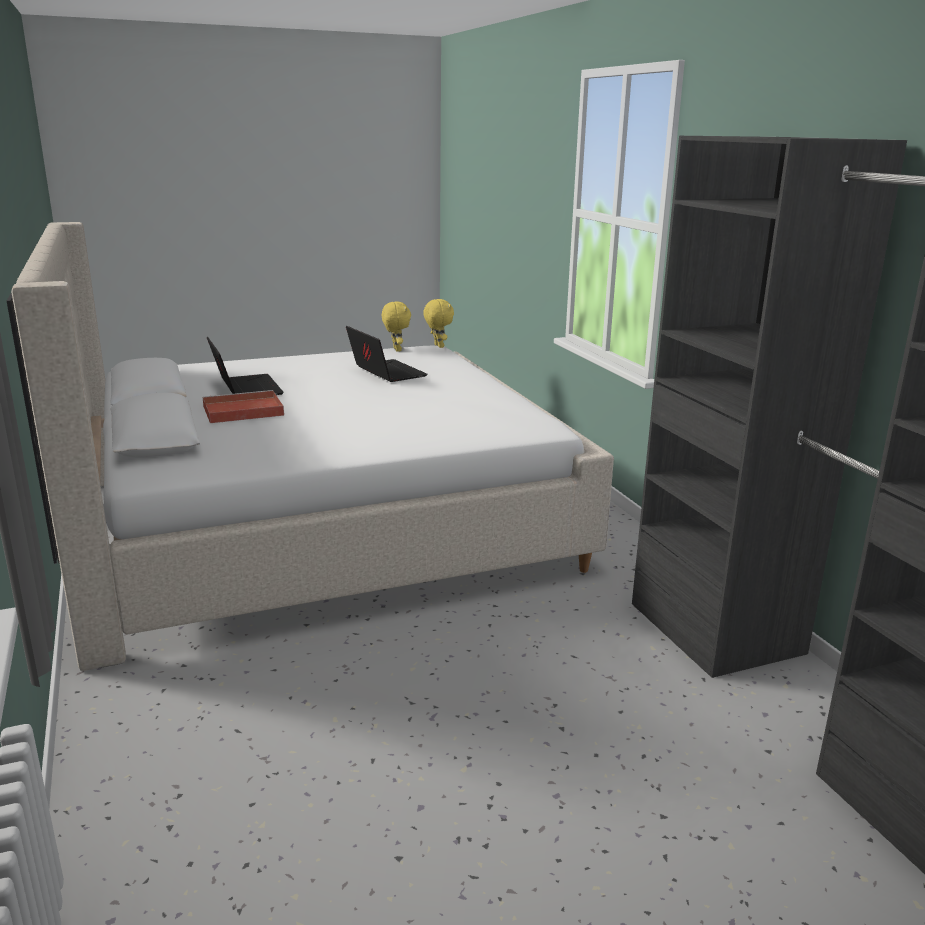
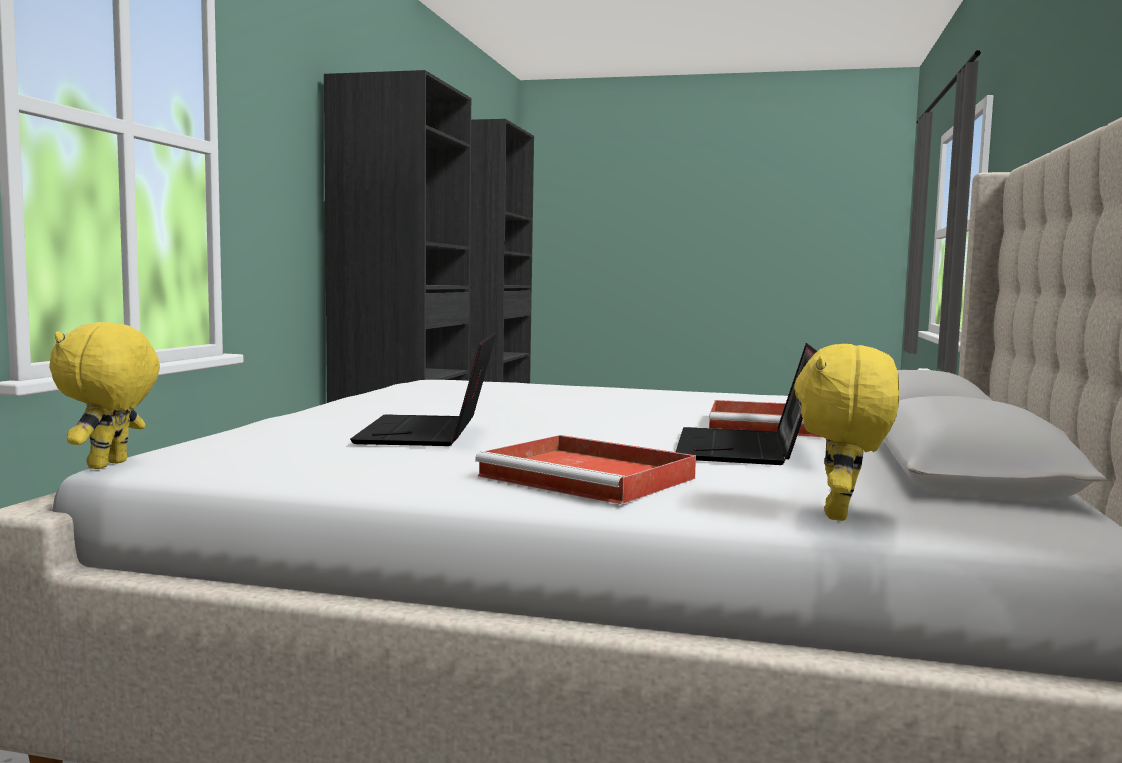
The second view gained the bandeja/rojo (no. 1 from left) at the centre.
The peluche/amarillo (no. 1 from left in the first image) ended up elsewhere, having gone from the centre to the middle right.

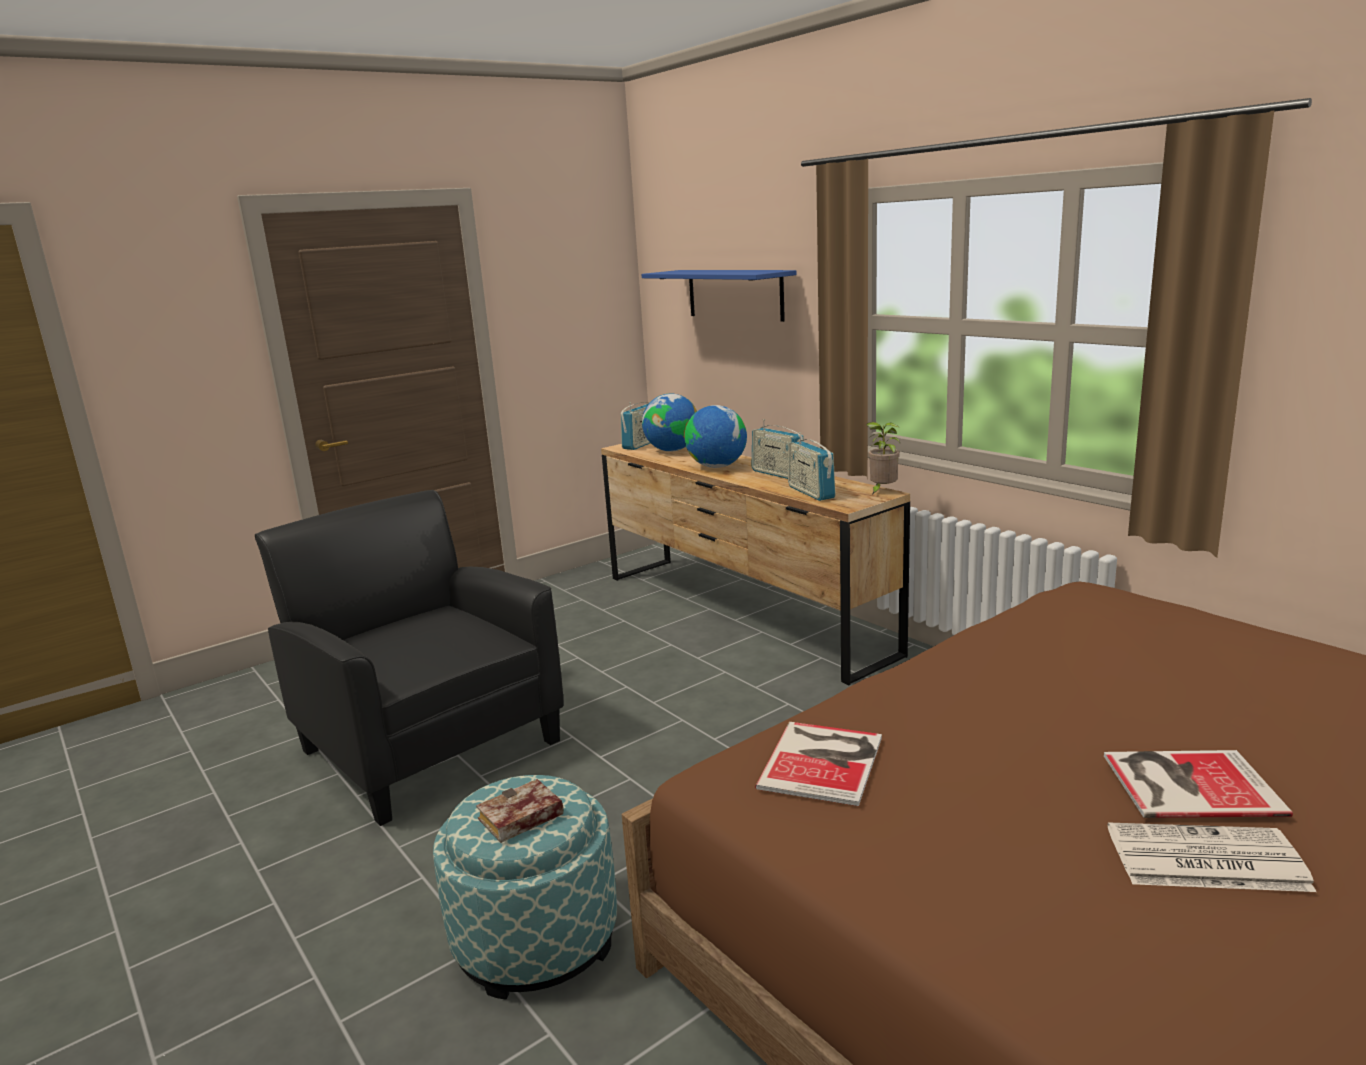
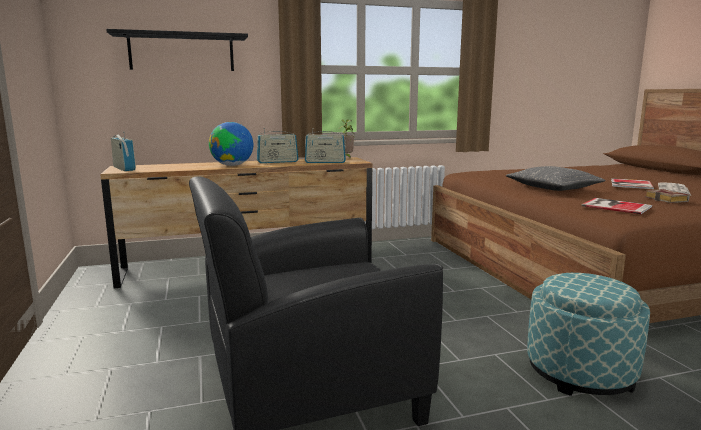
What was the estante/azul at the top centre turned into the estante/negro at the top left.
The second view gained the cojín/gris at the middle right.
The libro (no. 1 from left in the first image) ended up elsewhere, having gone from the bottom centre to the middle right.
The second view lost the globo terráqueo (no. 1 from left) at the centre.

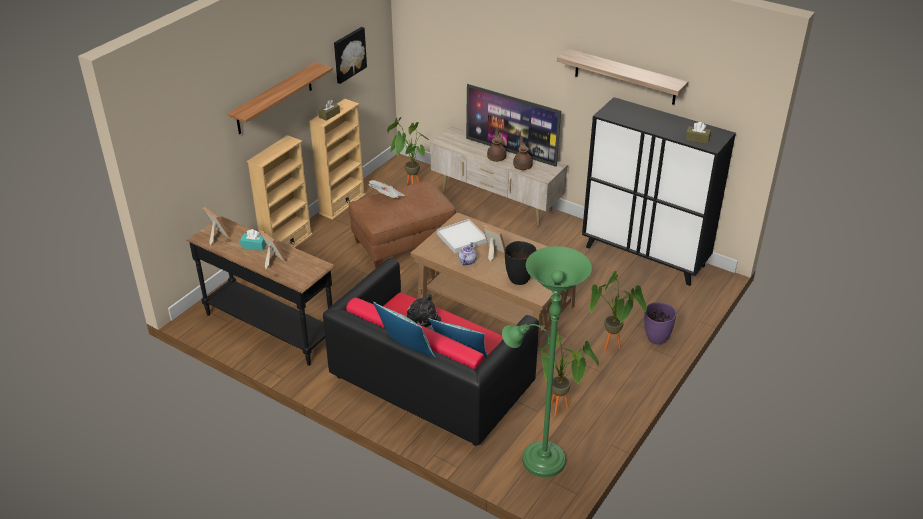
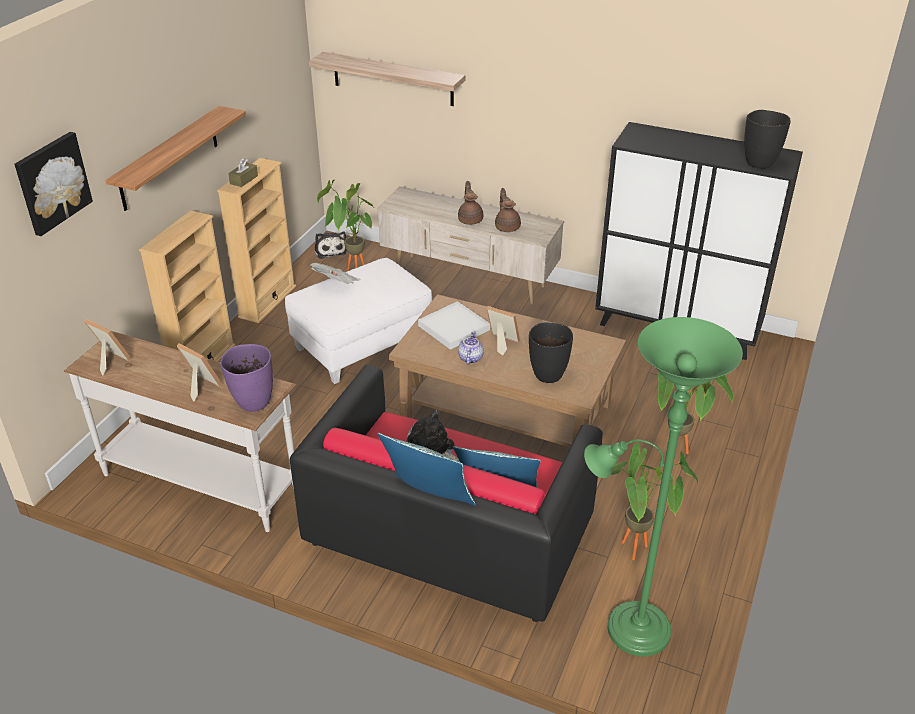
The cuadro ended up elsewhere, having gone from the top centre to the top left.
What was the mesa consola/negro at the middle left turned into the mesa consola/blanco at the middle left.
The florero/morado ended up elsewhere, having gone from the middle right to the middle left.
What was the puf/marrón at the centre turned into the puf/blanco at the centre.
The estante (no. 2 from left) ended up elsewhere, having gone from the top right to the top centre.
The second view gained the peluche (no. 1 from left) at the centre.
Where the caja de pañuelos/marrón (no. 2 from left) stood at the top right, the florero/negro (no. 2 from left) came to stand at the top right.
The second view lost the caja de pañuelos/turquesa at the middle left.
The second view lost the televisor at the top centre.

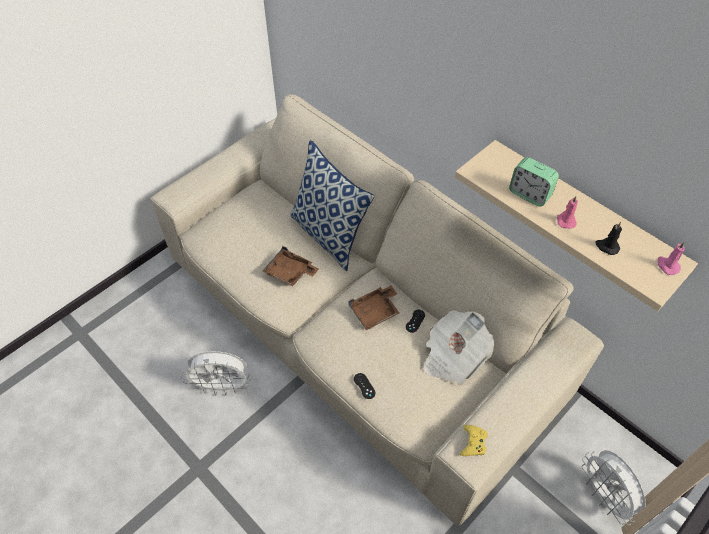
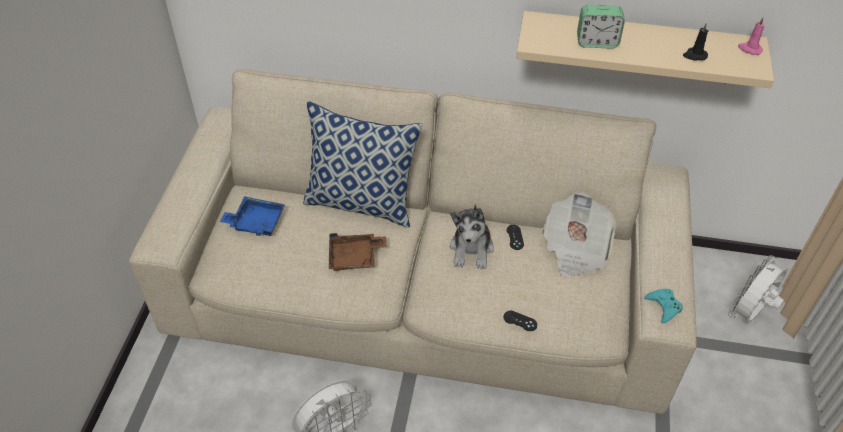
The second view gained the bandeja/azul at the middle left.
Where the bandeja/marrón (no. 2 from left) stood at the centre, the peluche came to stand at the centre.
What was the mando de consola/amarillo at the bottom right turned into the mando de consola/turquesa at the bottom right.
The ventilador/blanco (no. 2 from left) at the bottom right ended up facing another way, 105 degrees clockwise from before.
The second view lost the vela/rosa (no. 1 from left) at the middle right.

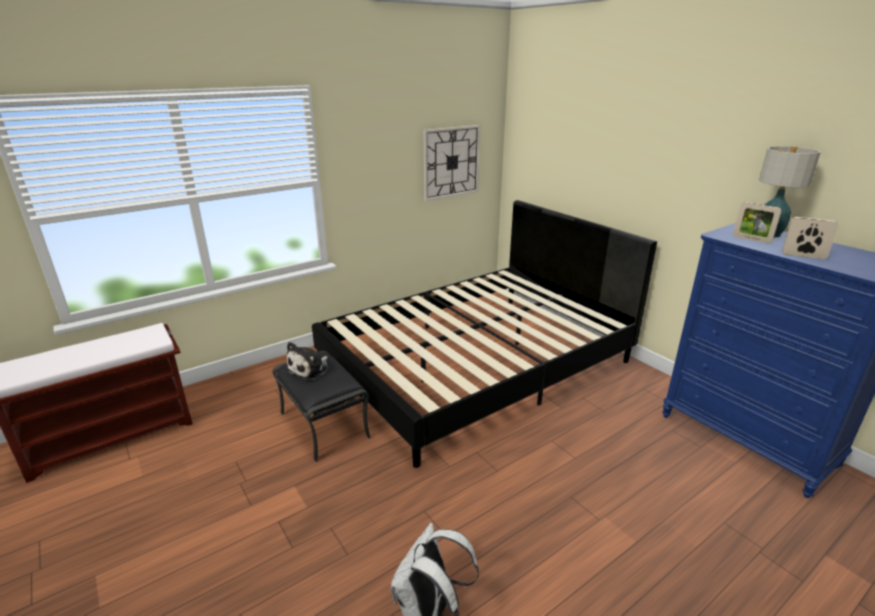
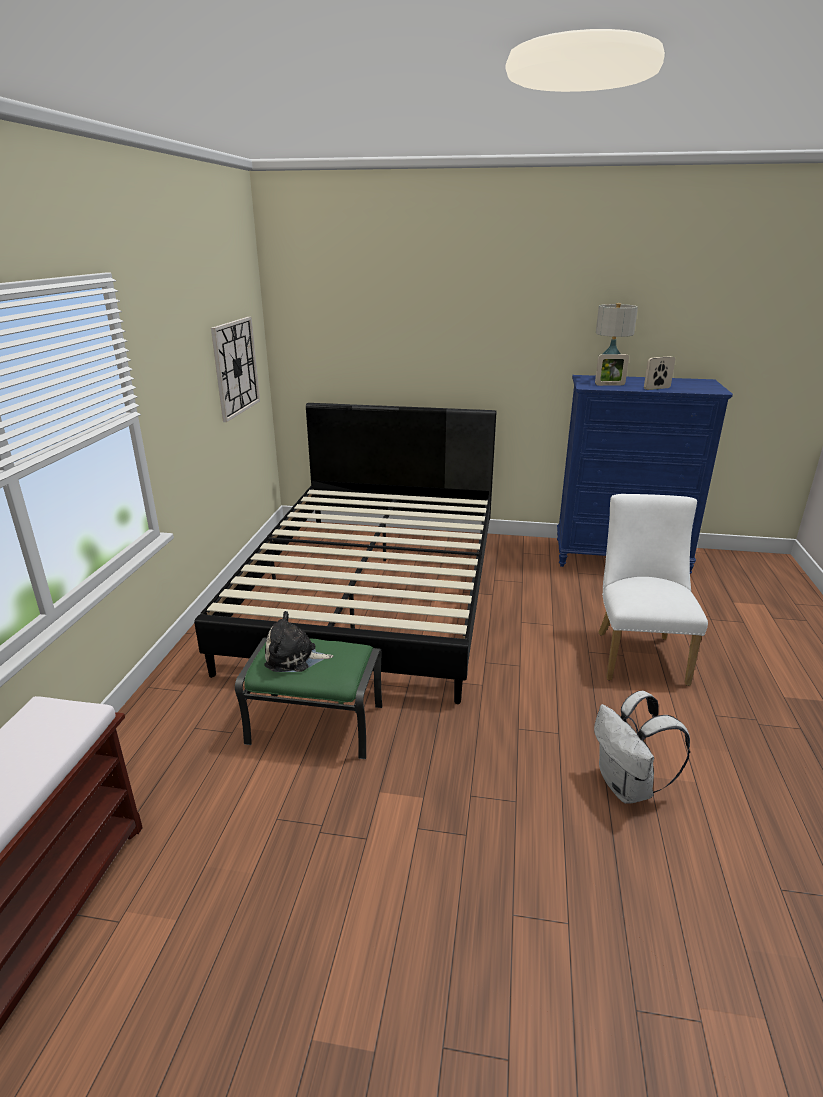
What was the puf/negro at the centre turned into the puf/verde at the centre.
The peluche at the centre ended up facing another way, 105 degrees clockwise from before.
The second view gained the silla/blanco at the middle right.

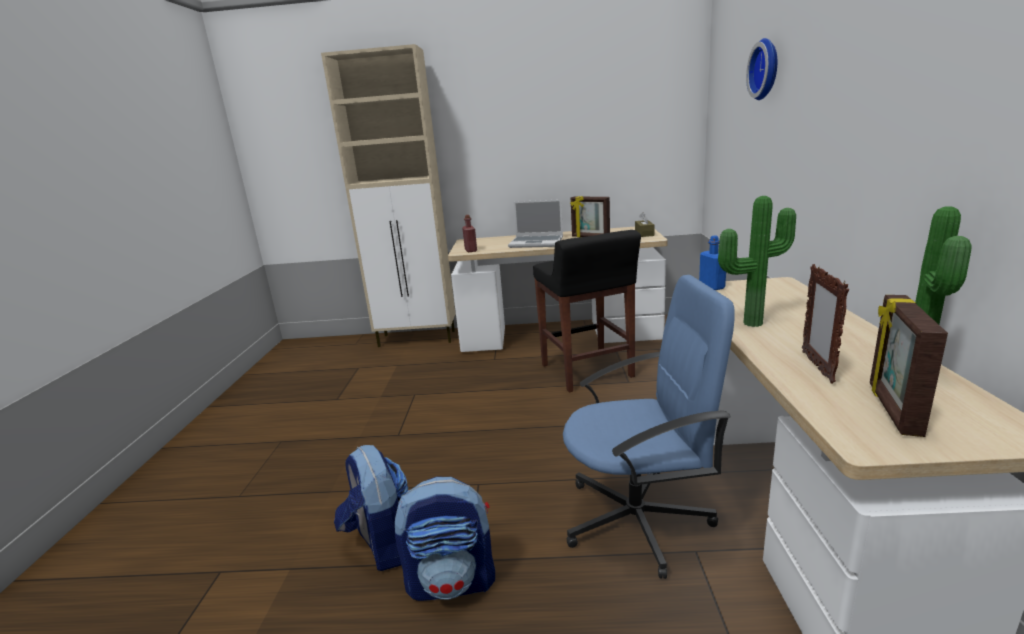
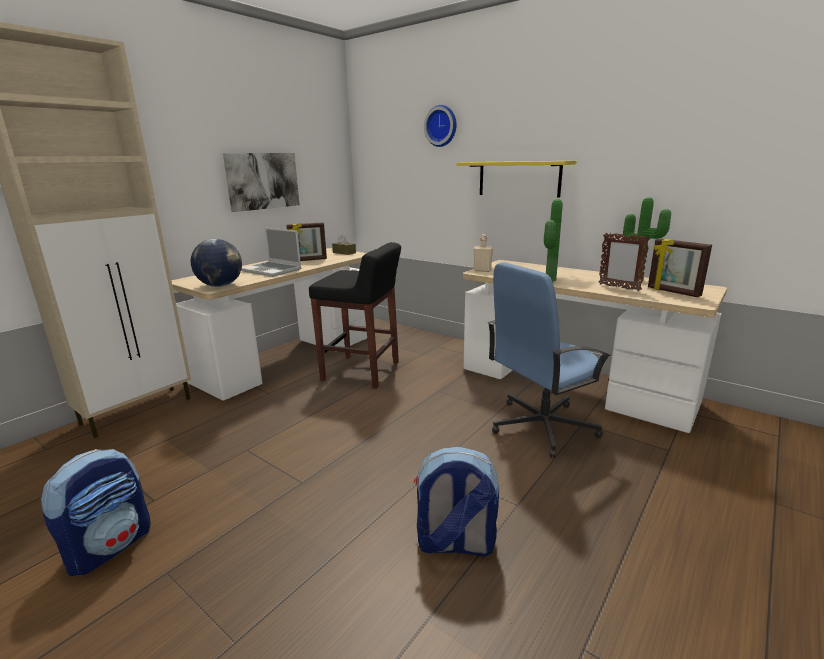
The mochila (no. 2 from left in the first image) ended up elsewhere, having gone from the bottom centre to the bottom left.
Where the botella/rojo stood at the centre, the globo terráqueo came to stand at the middle left.
The second view gained the cuadro at the top left.
The portátil at the centre ended up facing another way, 75 degrees clockwise from before.
The second view gained the estante/amarillo at the top centre.
What was the botella/azul at the middle right turned into the botella/beis at the centre.
The silla de oficina/azul at the bottom centre ended up facing another way, 150 degrees counterclockwise from before.

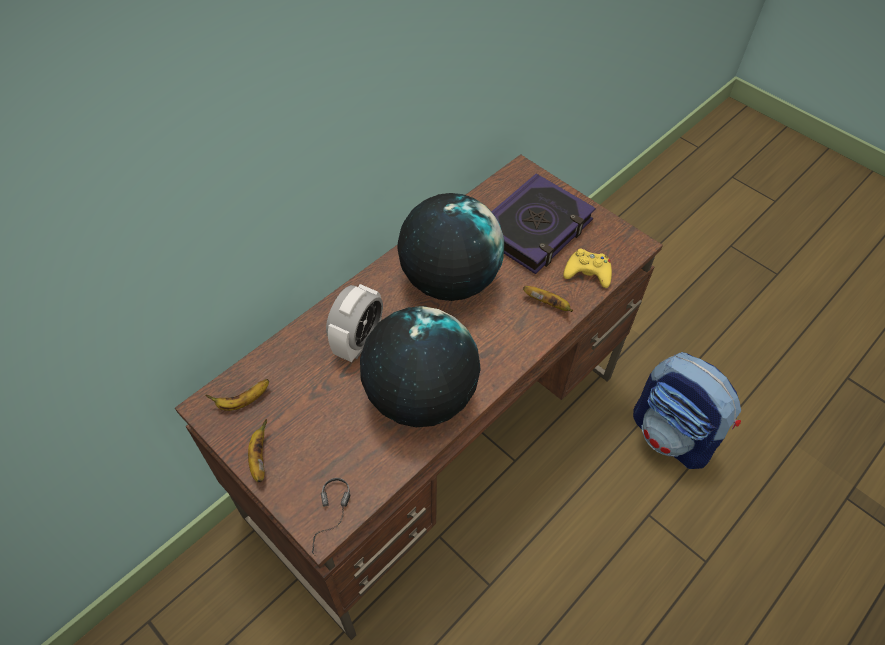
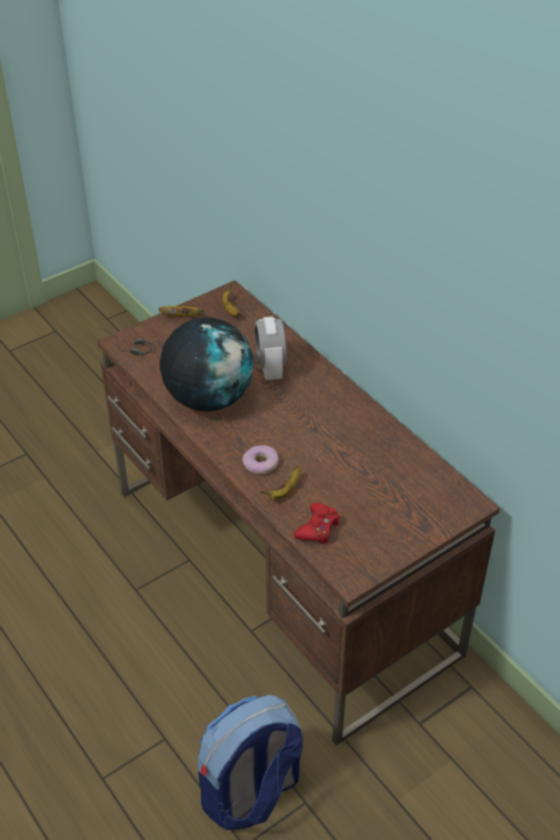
The second view gained the rosquilla at the centre.
The despertador at the centre ended up facing another way, 45 degrees clockwise from before.
What was the mando de consola/amarillo at the centre turned into the mando de consola/rojo at the centre.
The second view lost the globo terráqueo (no. 2 from left) at the centre.
The second view lost the libro at the centre.

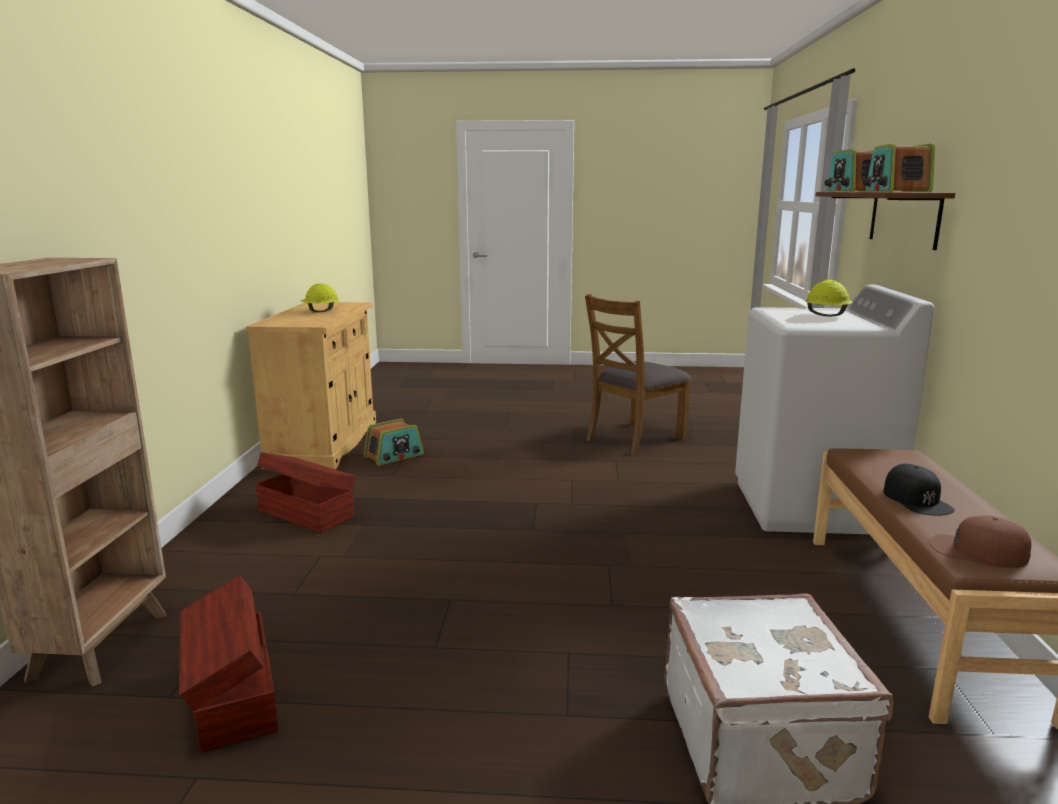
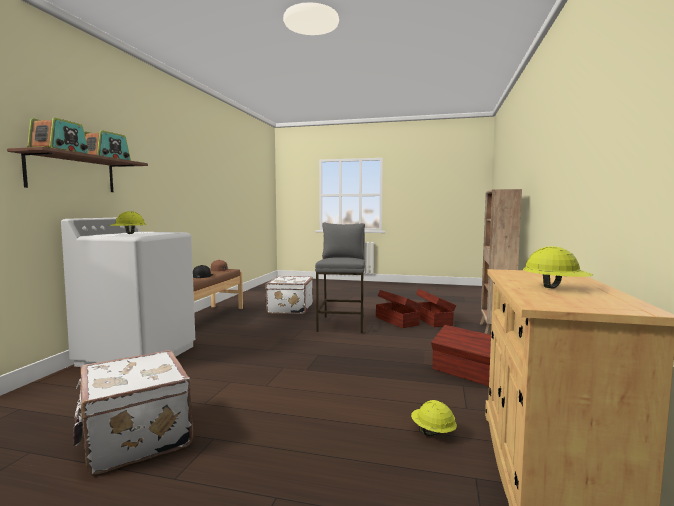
Where the silla/marrón stood at the centre, the maleta/blanco (no. 1 from left) came to stand at the bottom left.
The second view gained the taburete/gris at the centre.
The second view gained the caja de almacenaje/marrón (no. 1 from left) at the centre.
Where the radio (no. 1 from left) stood at the centre, the casco/amarillo (no. 2 from left) came to stand at the bottom centre.

